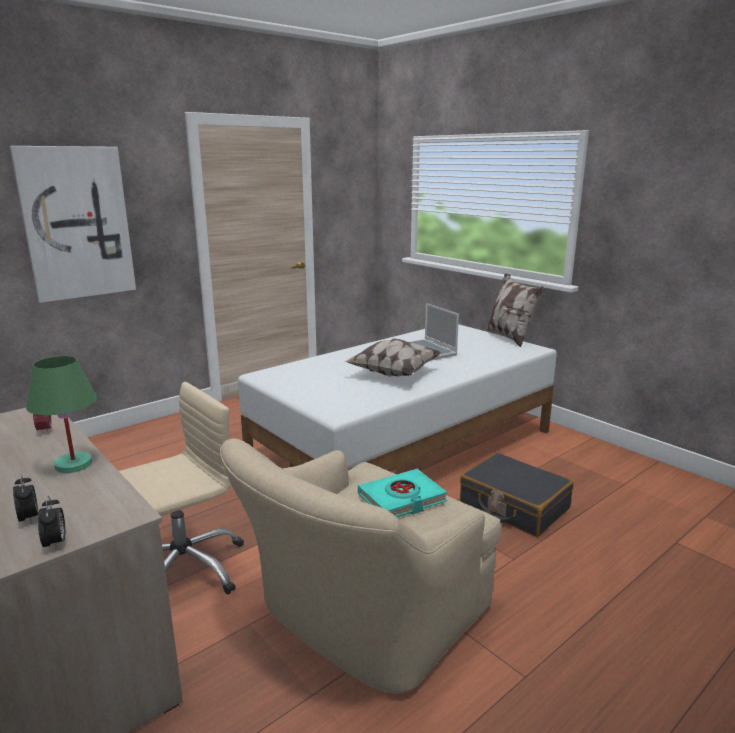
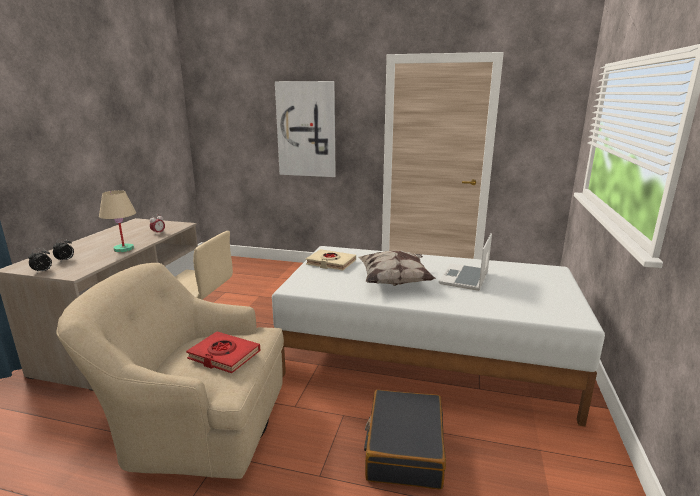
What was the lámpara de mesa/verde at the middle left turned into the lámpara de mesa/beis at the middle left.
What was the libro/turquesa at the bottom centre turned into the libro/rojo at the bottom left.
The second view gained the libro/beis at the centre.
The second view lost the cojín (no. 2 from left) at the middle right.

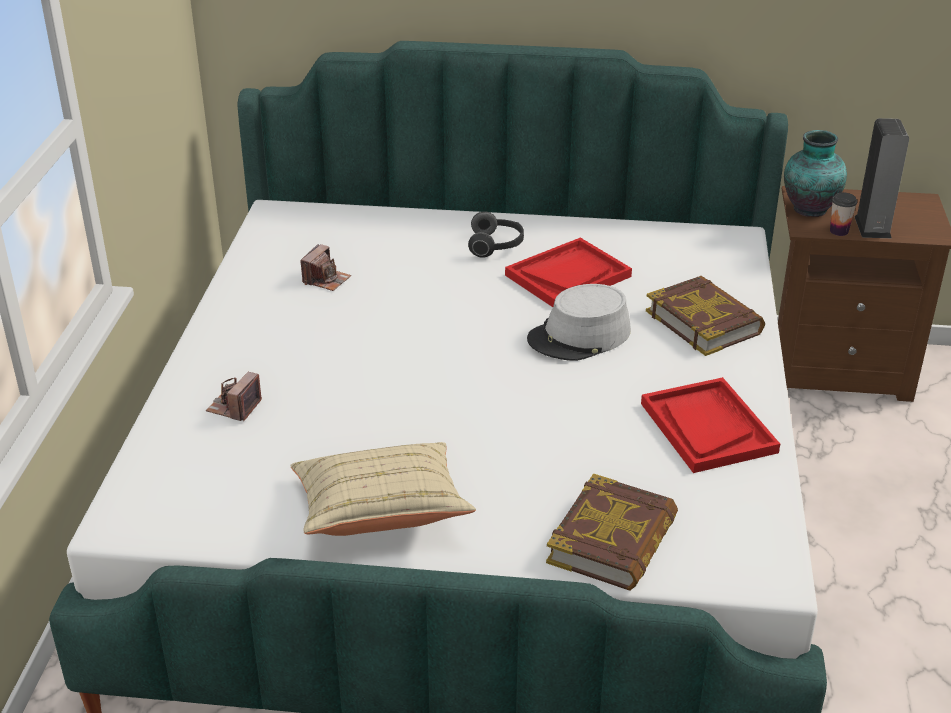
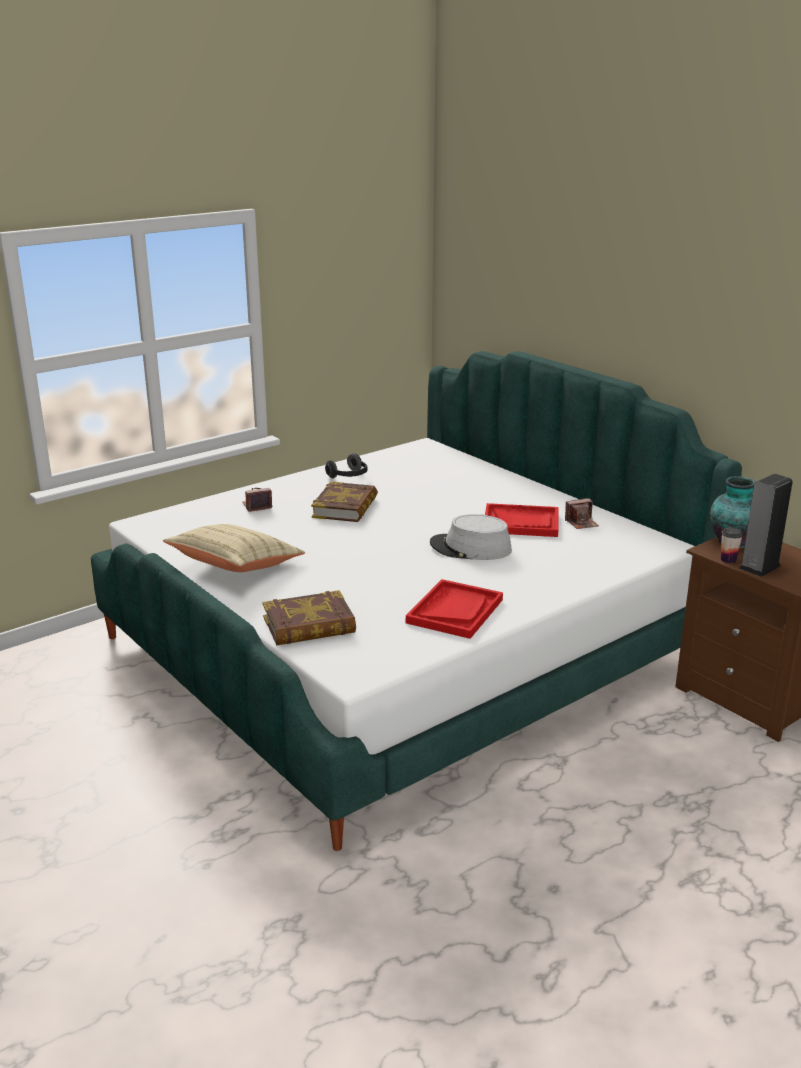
The libro (no. 2 from left) ended up elsewhere, having gone from the middle right to the centre.
The auriculares ended up elsewhere, having gone from the top centre to the centre.
The cámara (no. 2 from left) ended up elsewhere, having gone from the centre to the middle right.

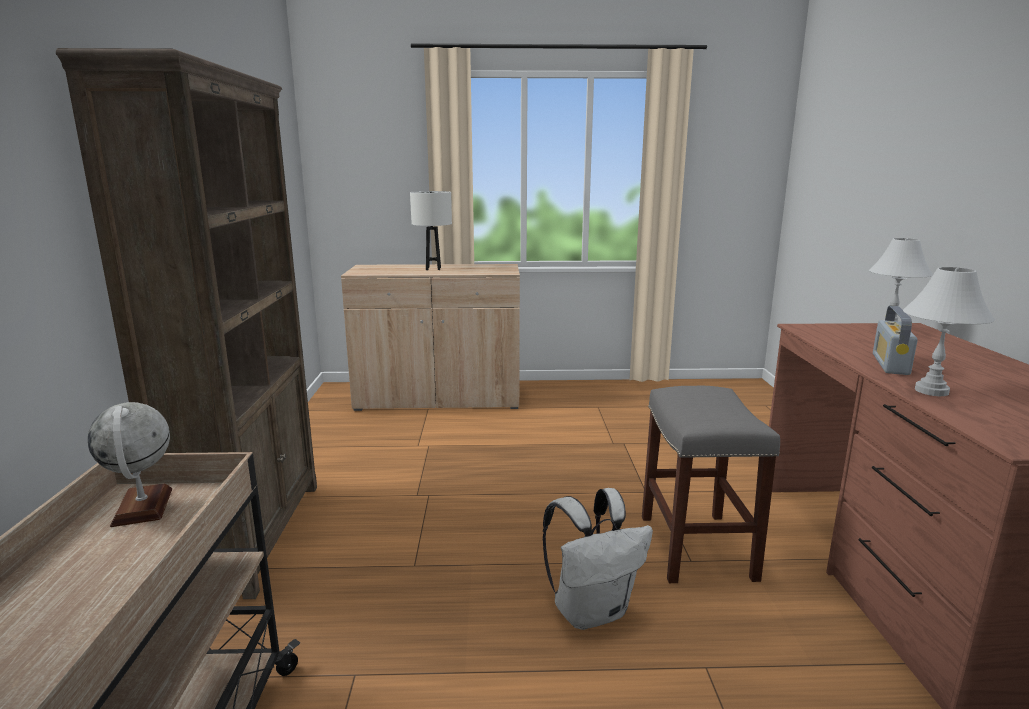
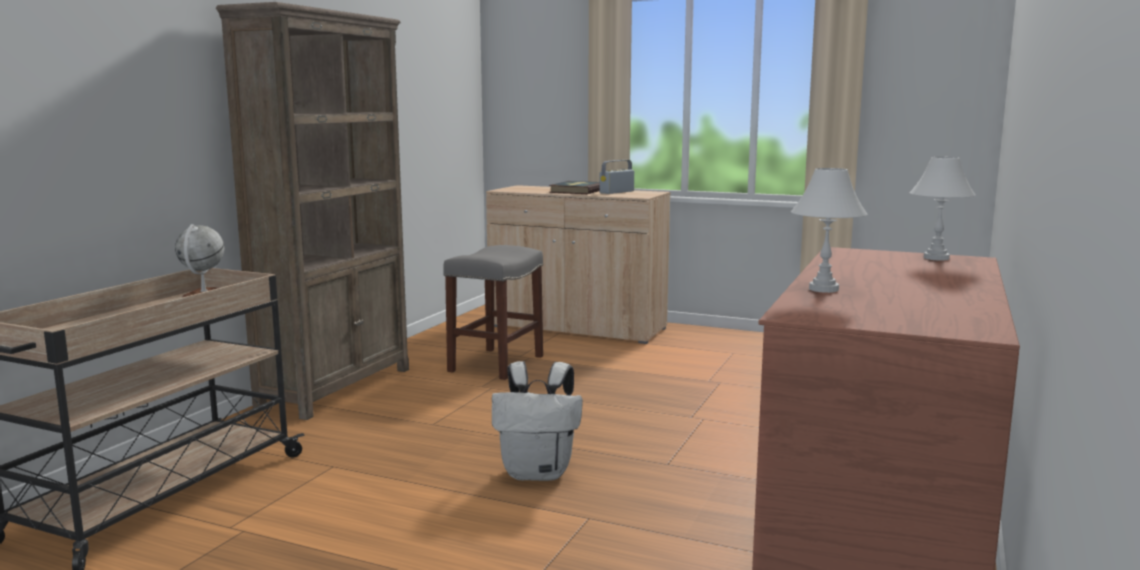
The taburete/gris ended up elsewhere, having gone from the bottom right to the centre.
Where the lámpara de mesa/blanco (no. 1 from left) stood at the top centre, the libro came to stand at the top centre.
The radio ended up elsewhere, having gone from the middle right to the top centre.

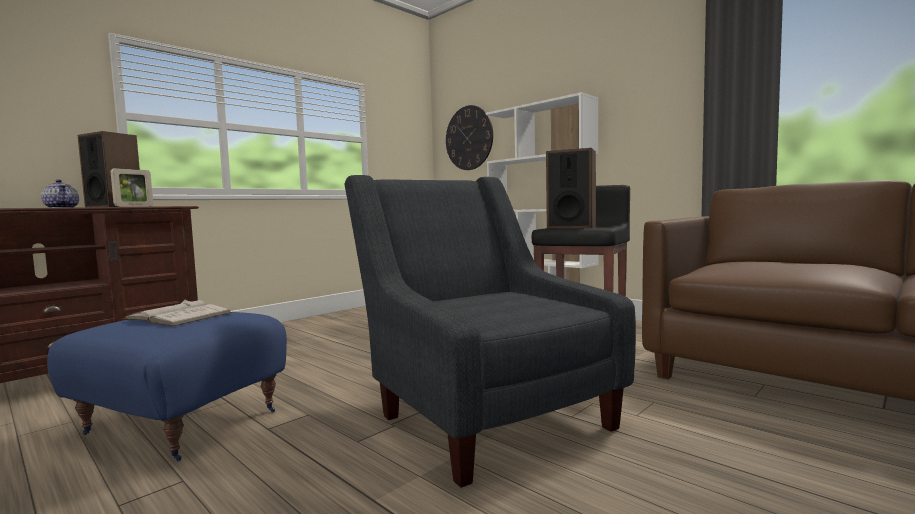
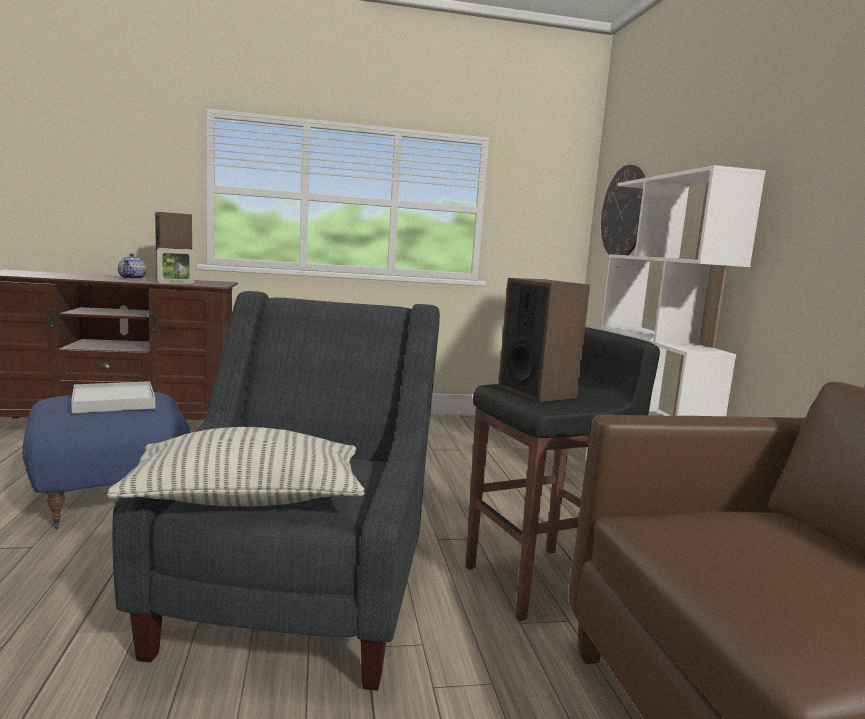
Where the libro/blanco stood at the middle left, the bandeja/blanco came to stand at the middle left.
The second view gained the cojín at the middle left.

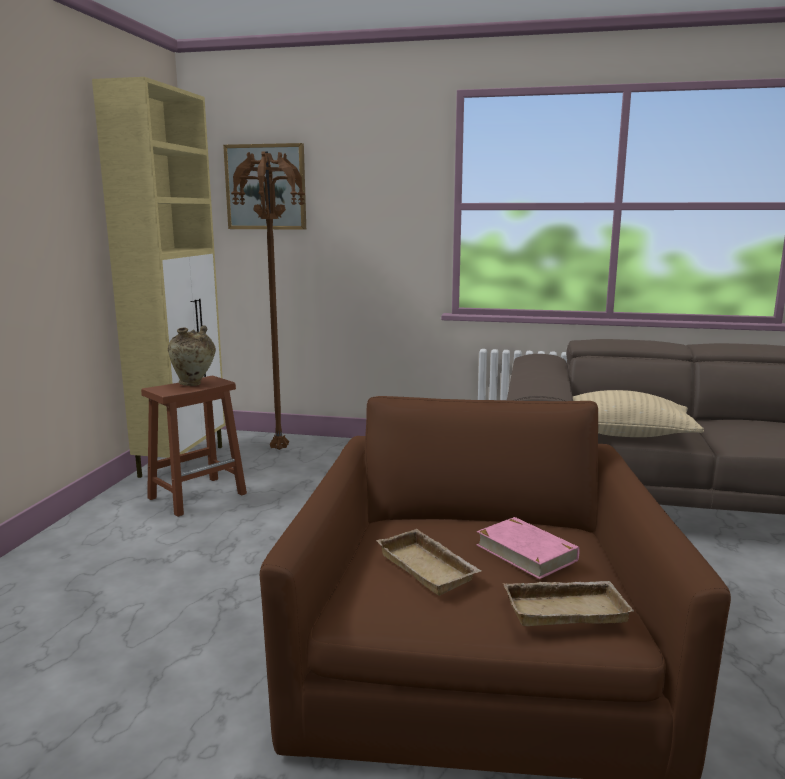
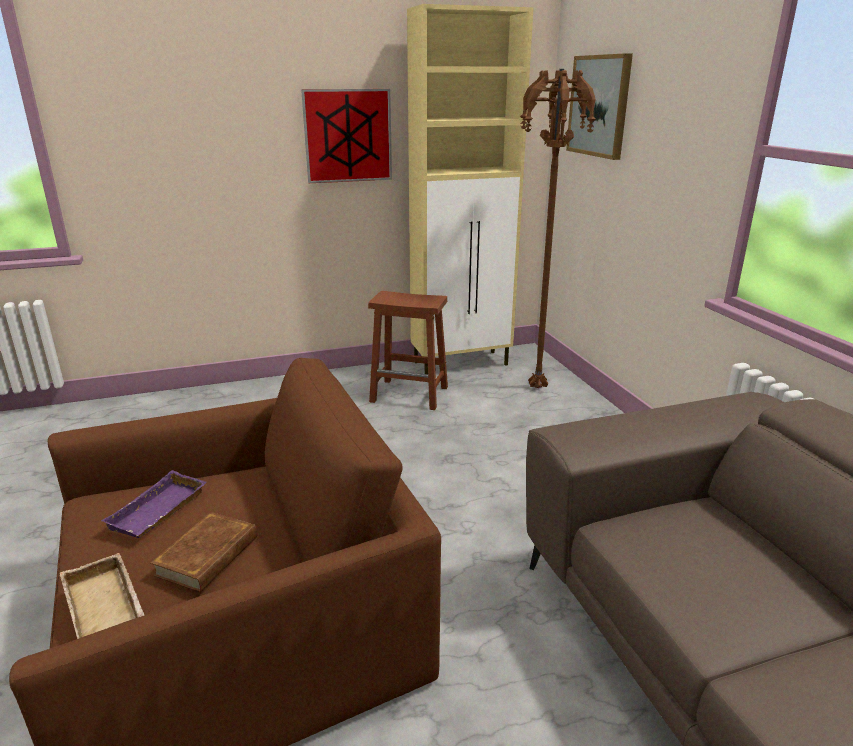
What was the bandeja/beis (no. 1 from left) at the bottom centre turned into the bandeja/morado at the bottom left.
What was the libro/rosa at the bottom right turned into the libro/marrón at the bottom left.
The second view gained the cuadro (no. 1 from left) at the top centre.
The second view lost the florero/beis at the middle left.
The second view lost the cojín/beis at the middle right.

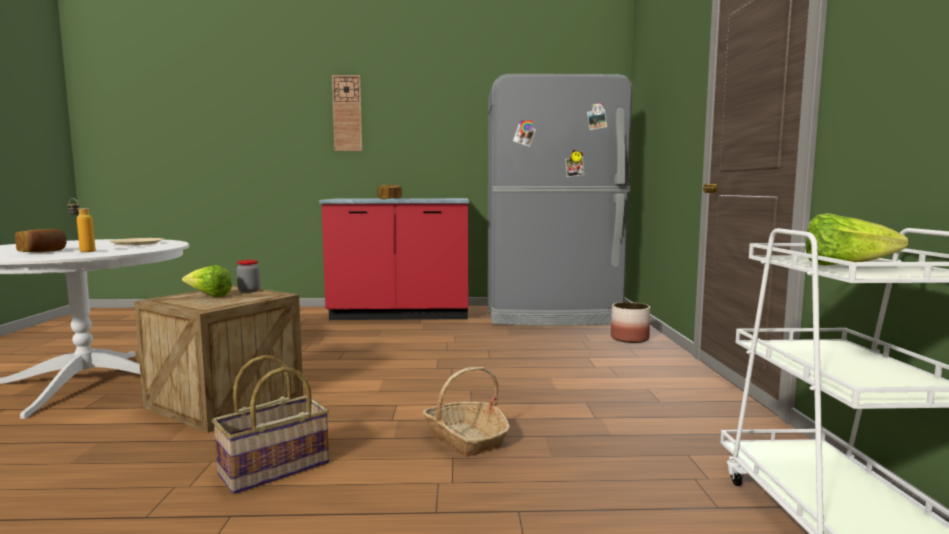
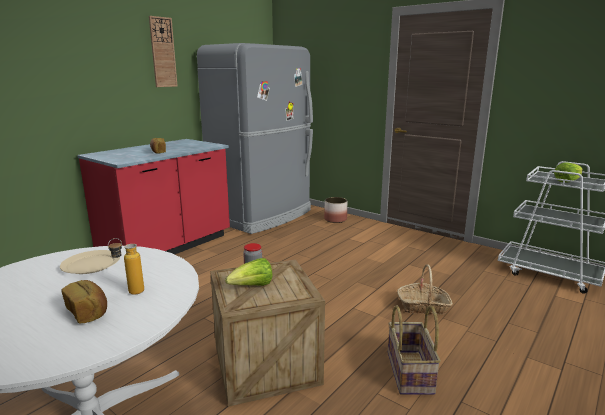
The reloj de pared ended up elsewhere, having gone from the top centre to the top left.

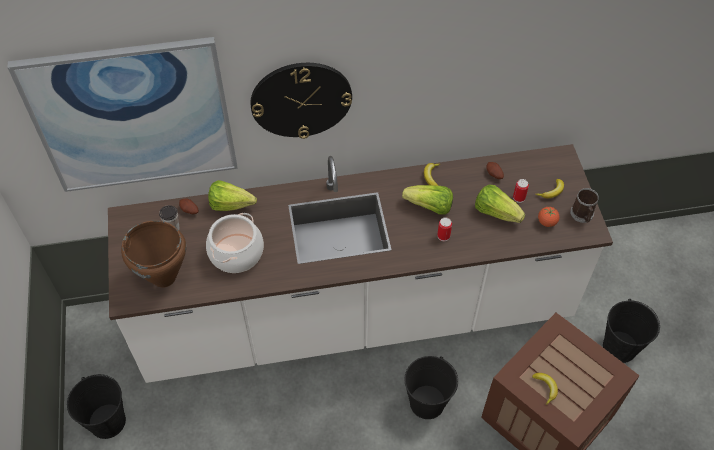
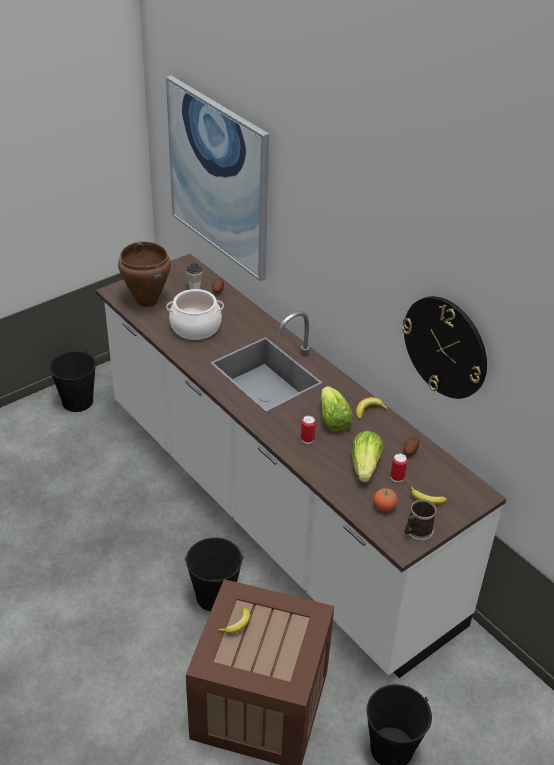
The reloj de pared ended up elsewhere, having gone from the top centre to the middle right.
The second view lost the lechuga (no. 1 from left) at the middle left.

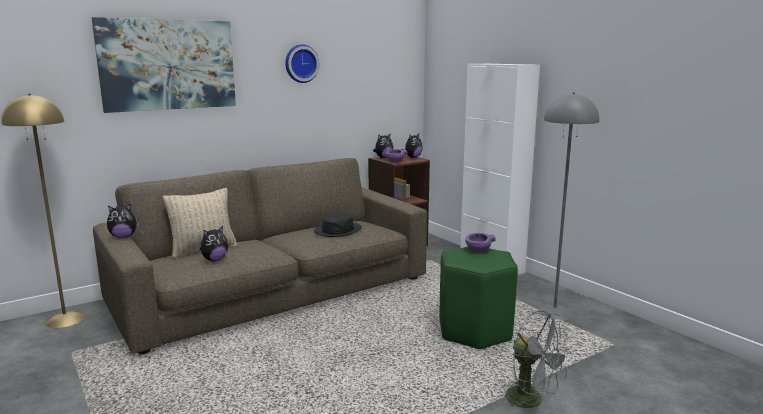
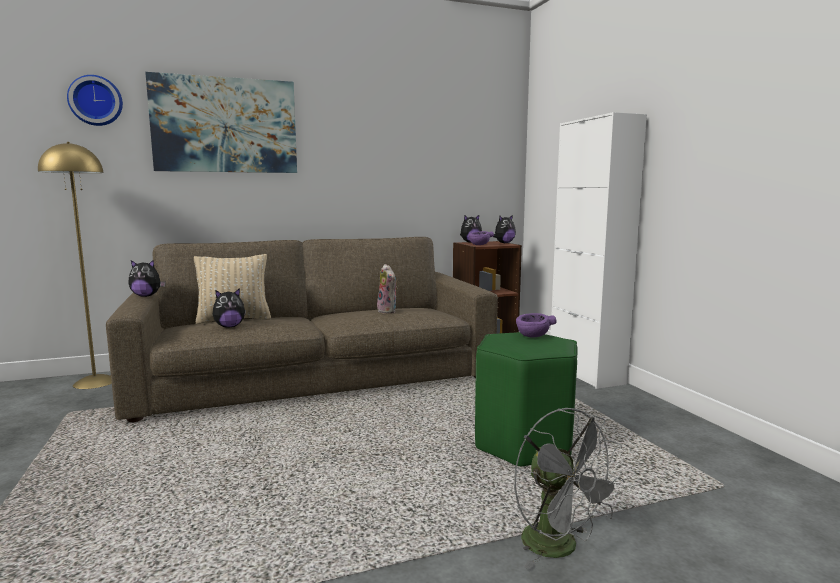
The reloj de pared ended up elsewhere, having gone from the top centre to the top left.
Where the sombrero/negro stood at the centre, the peluche (no. 3 from left) came to stand at the centre.
The second view lost the lámpara de pie/gris at the middle right.

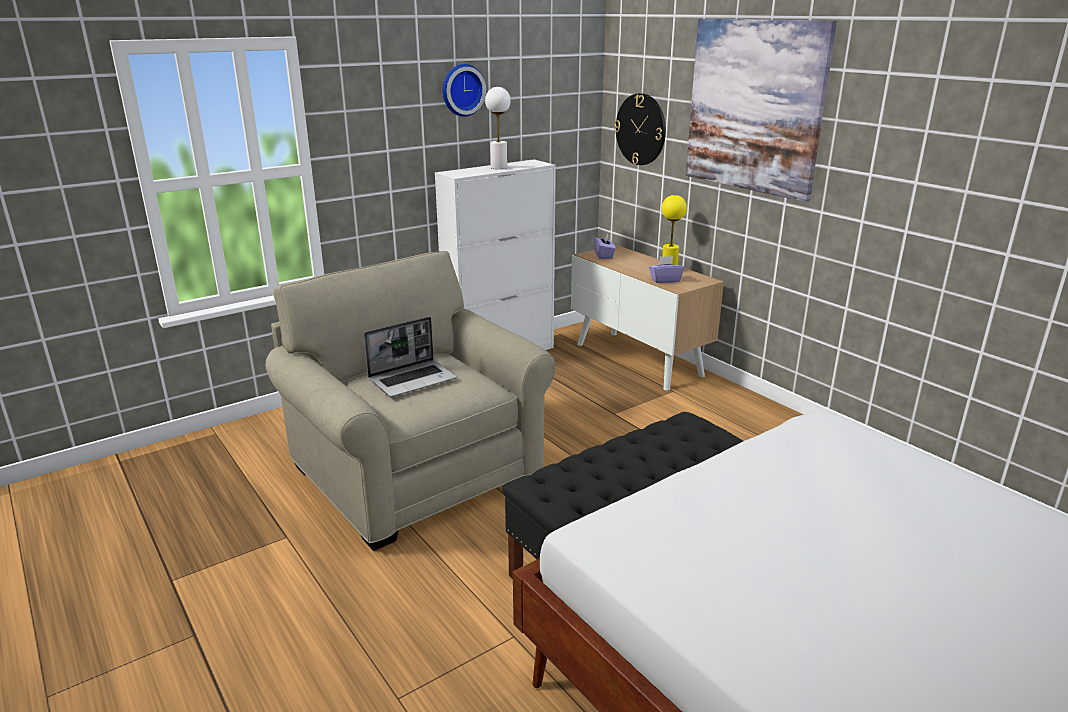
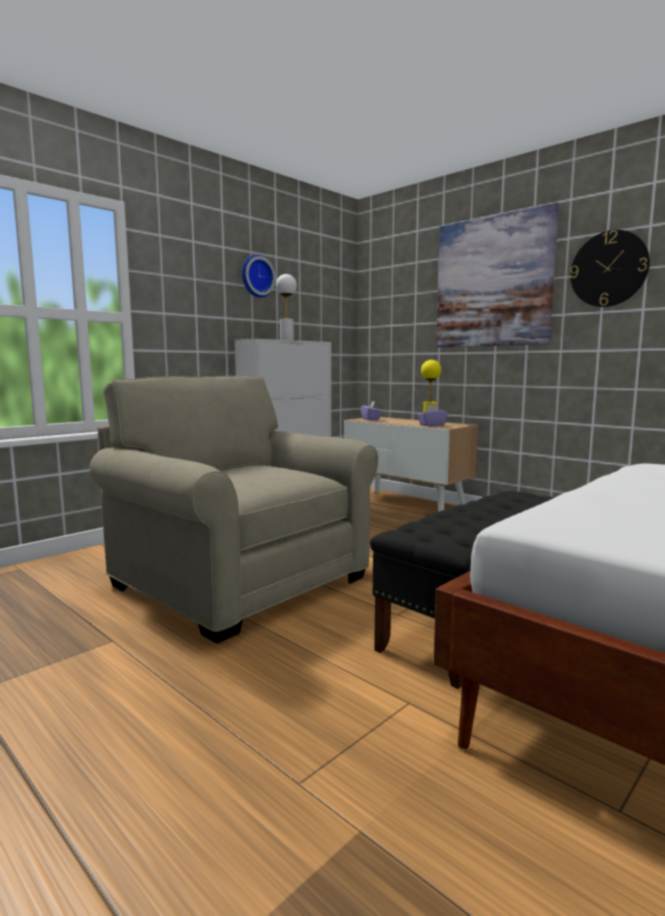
The reloj de pared (no. 2 from left) ended up elsewhere, having gone from the top centre to the top right.
The second view lost the portátil at the centre.

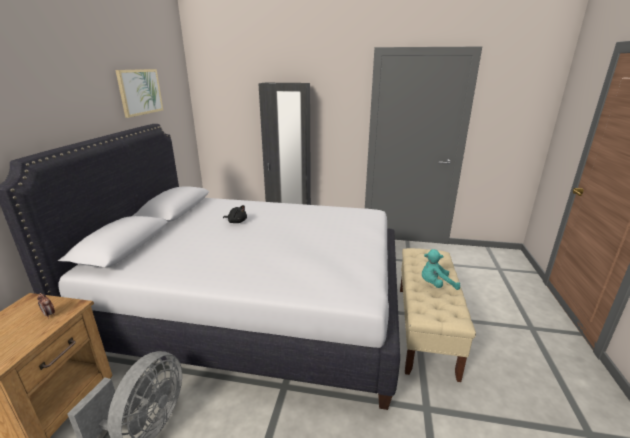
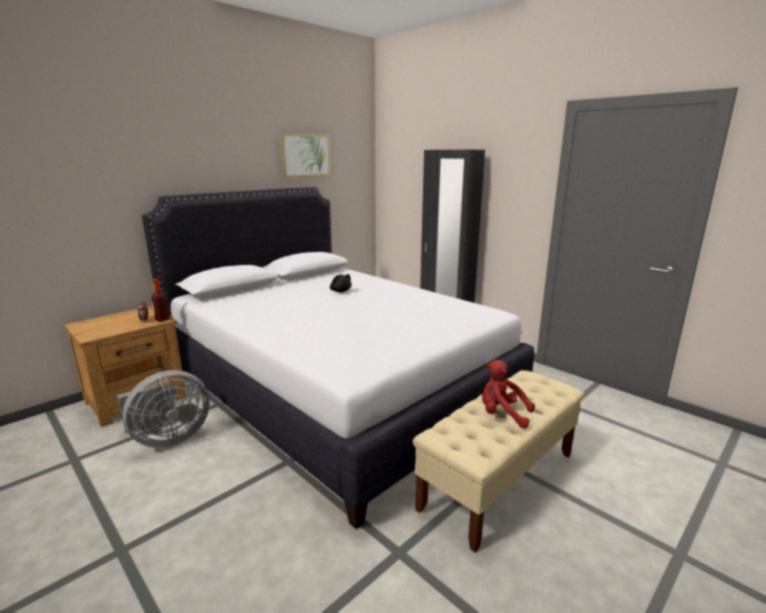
The second view gained the botella at the middle left.
What was the peluche/turquesa at the middle right turned into the peluche/rojo at the centre.

